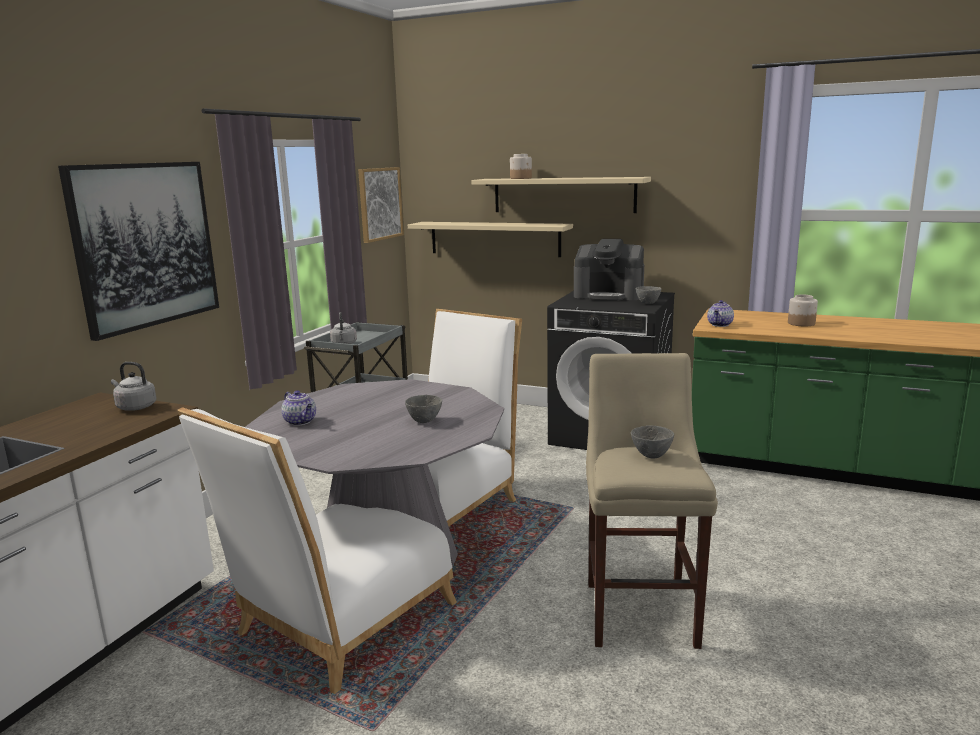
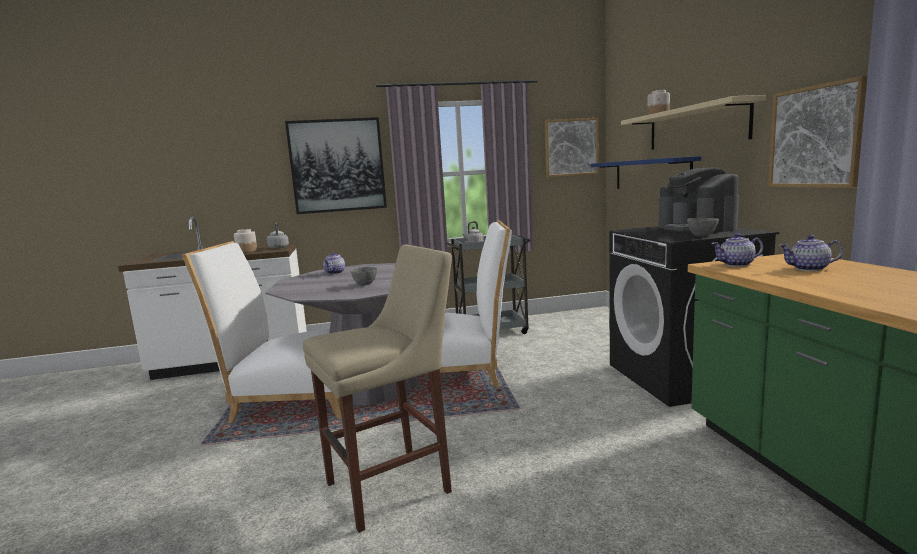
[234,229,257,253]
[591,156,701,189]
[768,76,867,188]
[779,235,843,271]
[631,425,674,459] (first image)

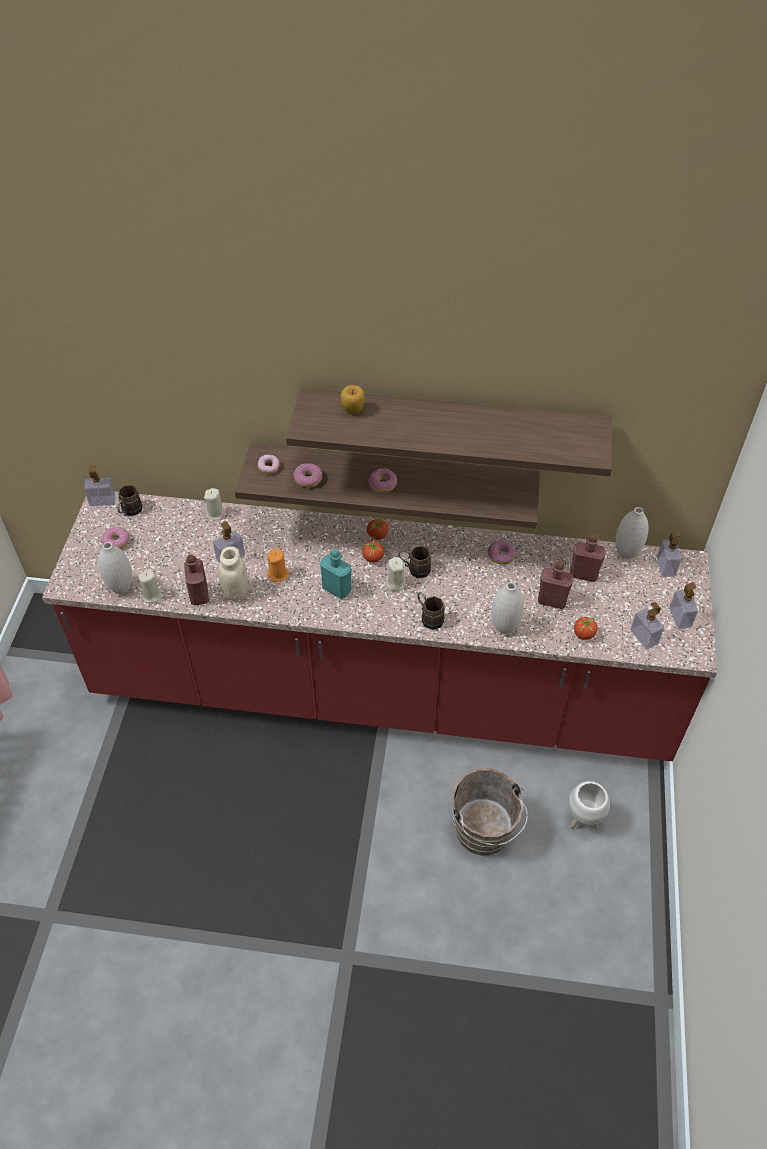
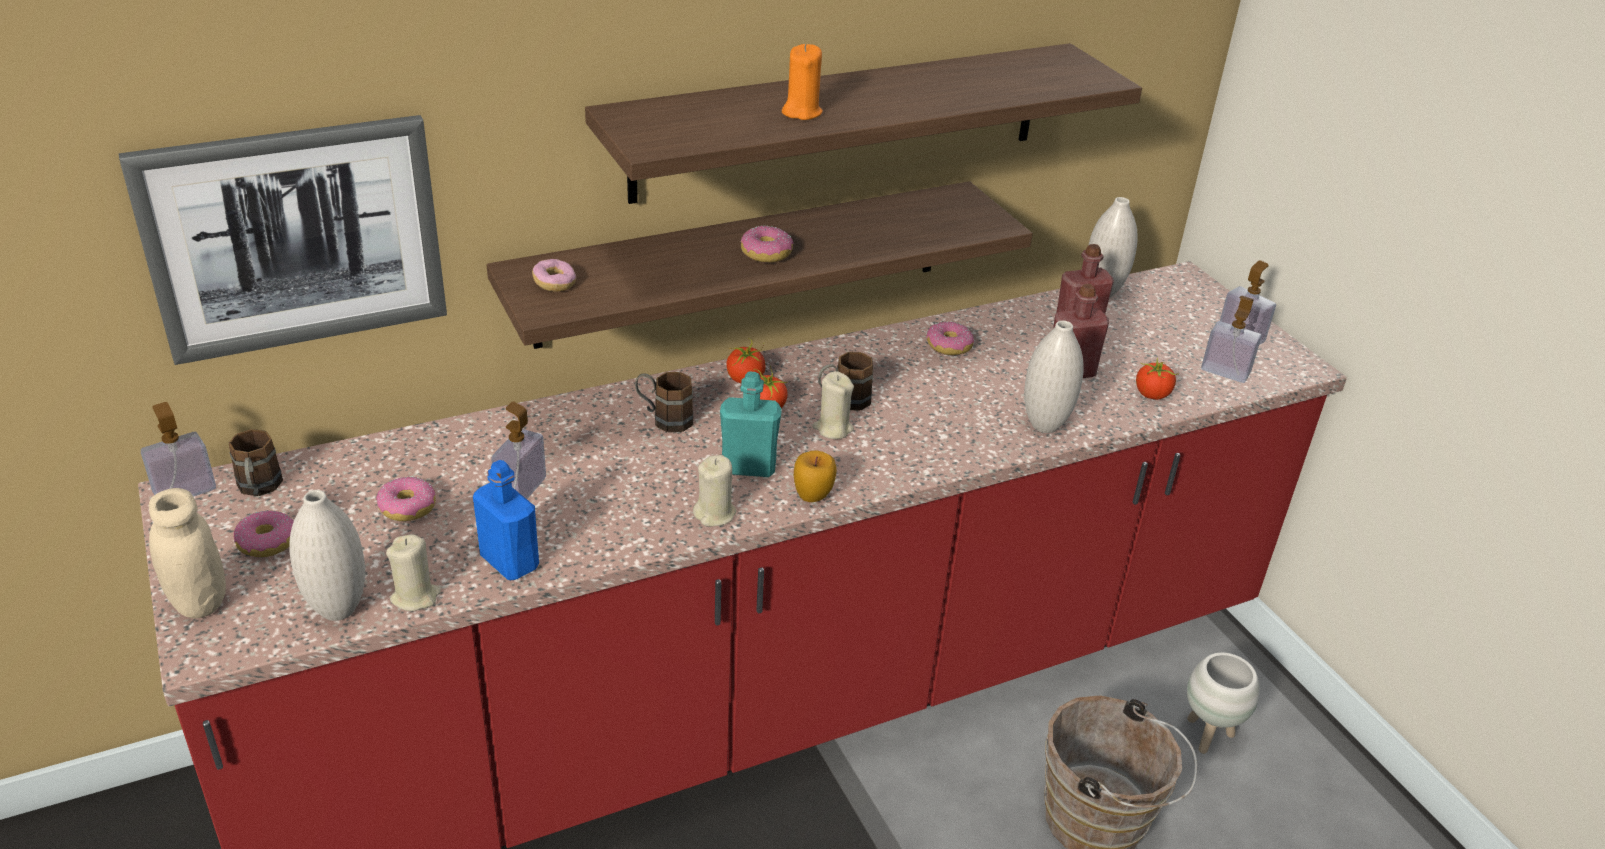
[119,115,447,365]
[149,488,226,618]
[376,477,436,521]
[473,460,539,580]
[635,372,694,432]
[693,455,737,526]
[782,44,823,120]
[794,450,837,502]
[657,531,681,577] (first image)

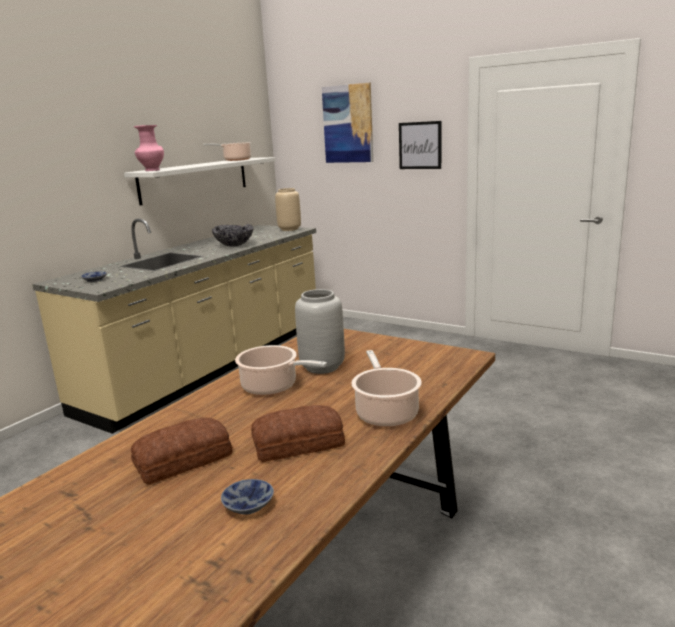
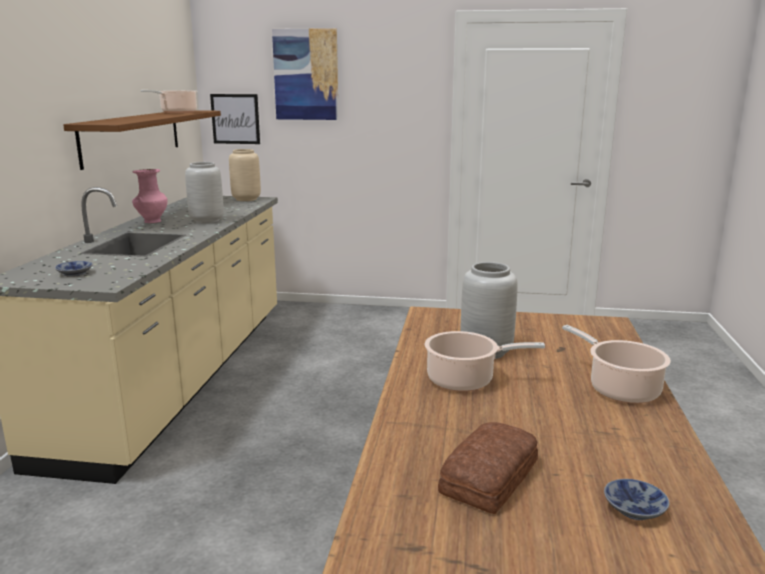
[63,110,221,170]
[132,169,168,223]
[185,162,224,223]
[210,94,260,144]
[251,405,345,462] (first image)

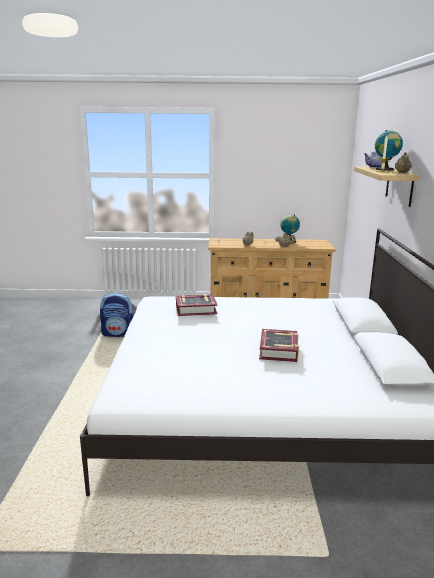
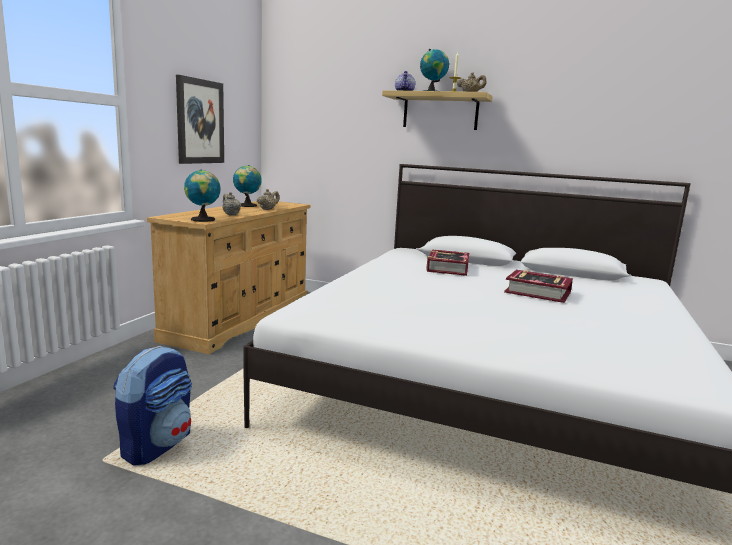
[176,75,224,164]
[184,170,220,222]
[426,250,469,276]

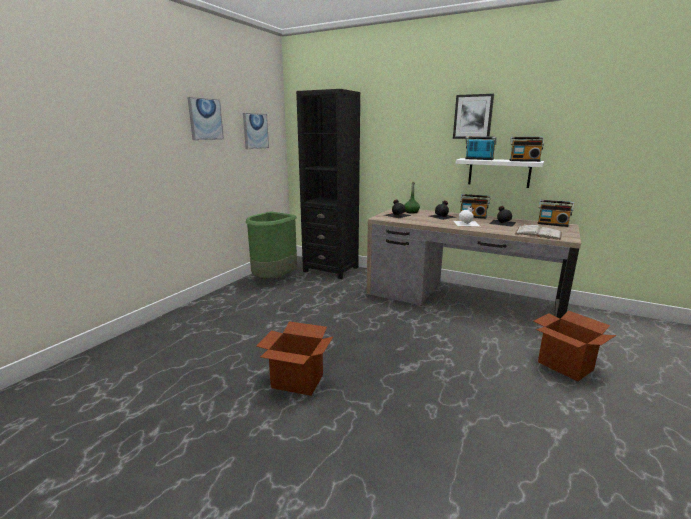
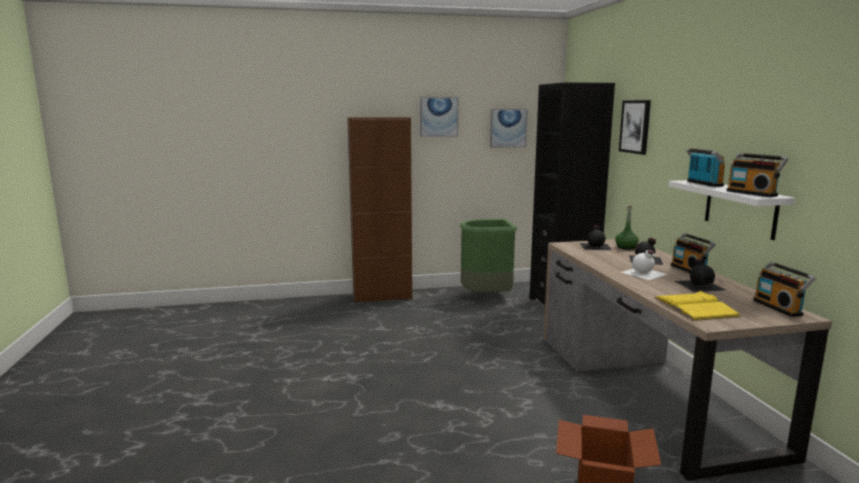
[347,117,412,303]
[619,100,651,155]
[654,290,741,321]
[256,321,333,396] (first image)

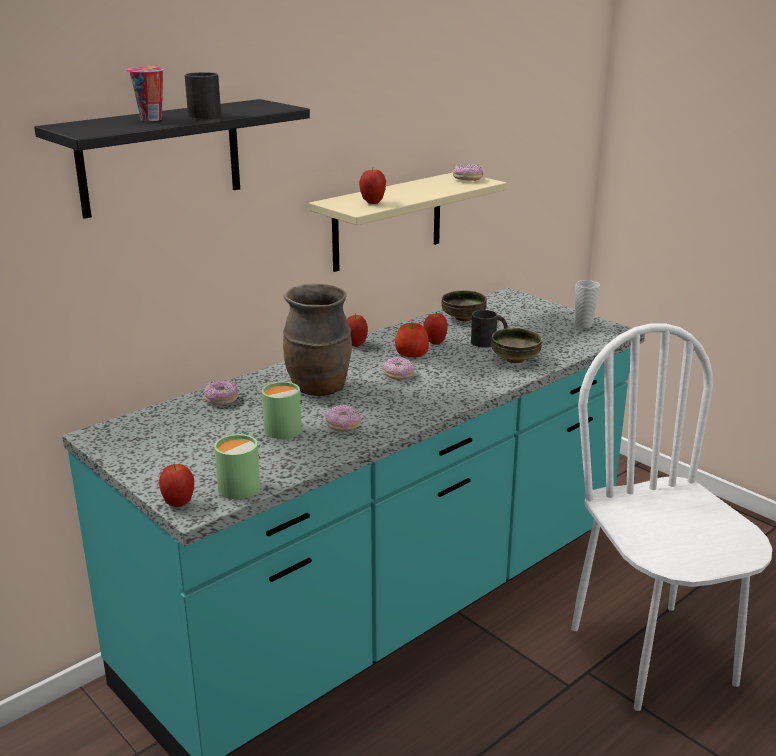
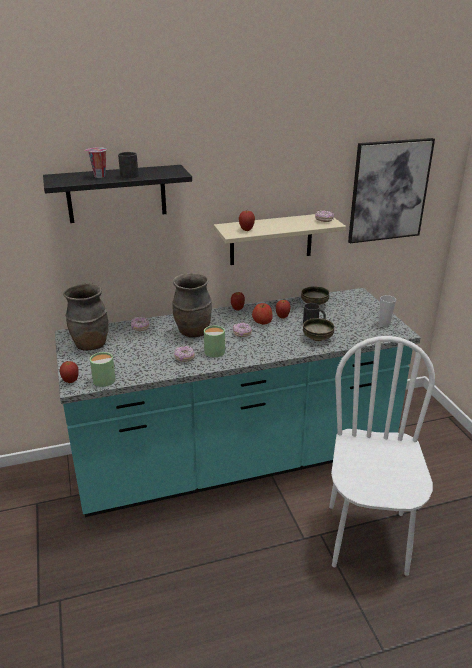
[63,283,108,351]
[204,325,226,357]
[348,138,435,243]

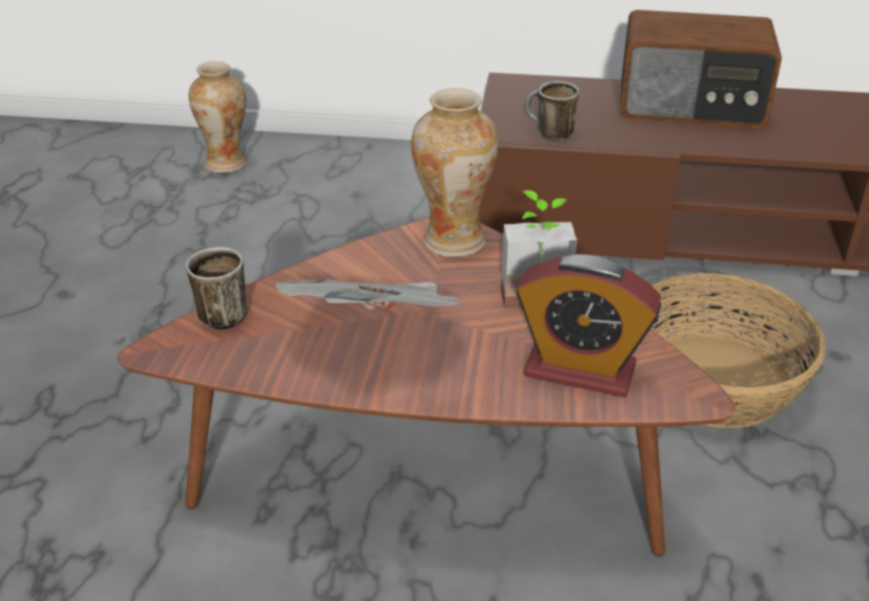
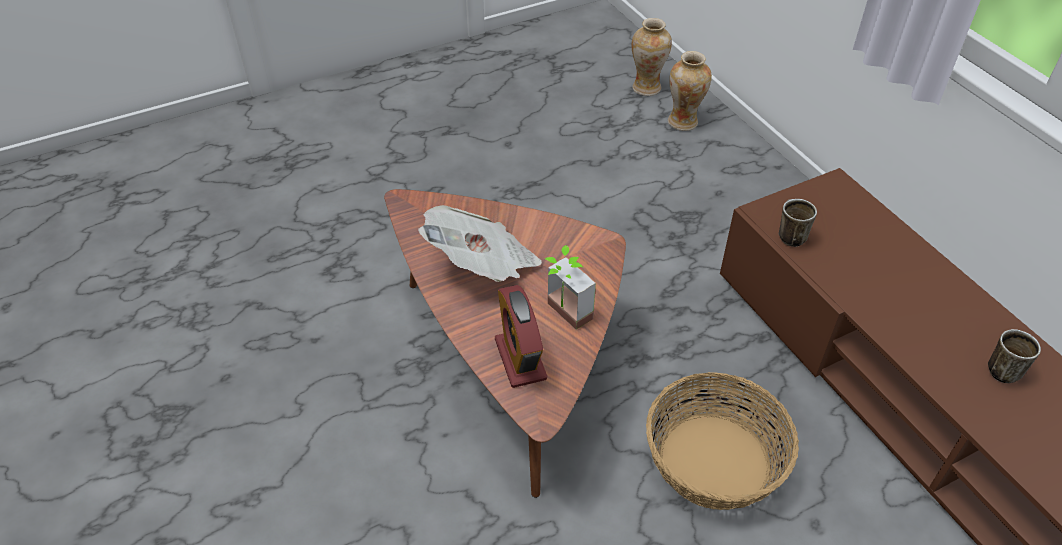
[631,18,672,96]
[988,329,1041,383]
[620,10,782,128] (first image)

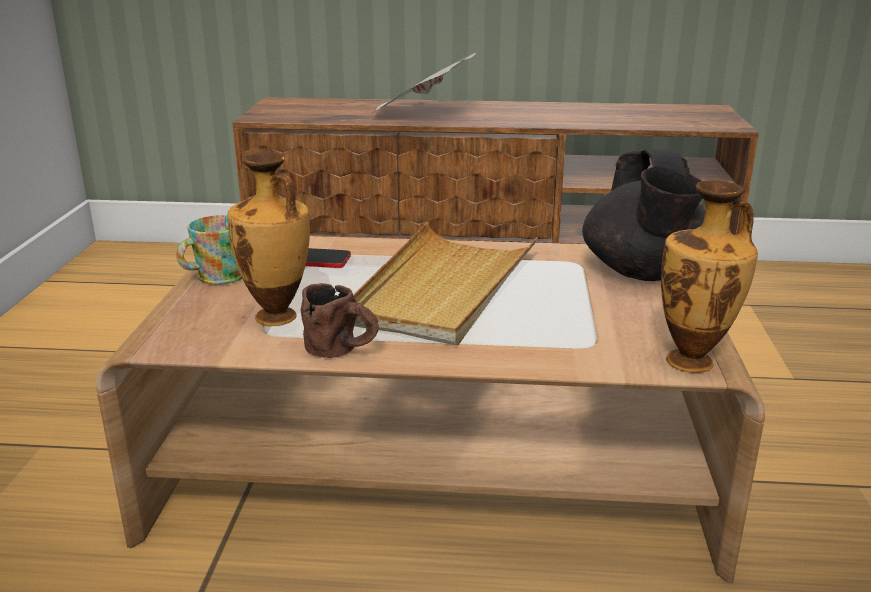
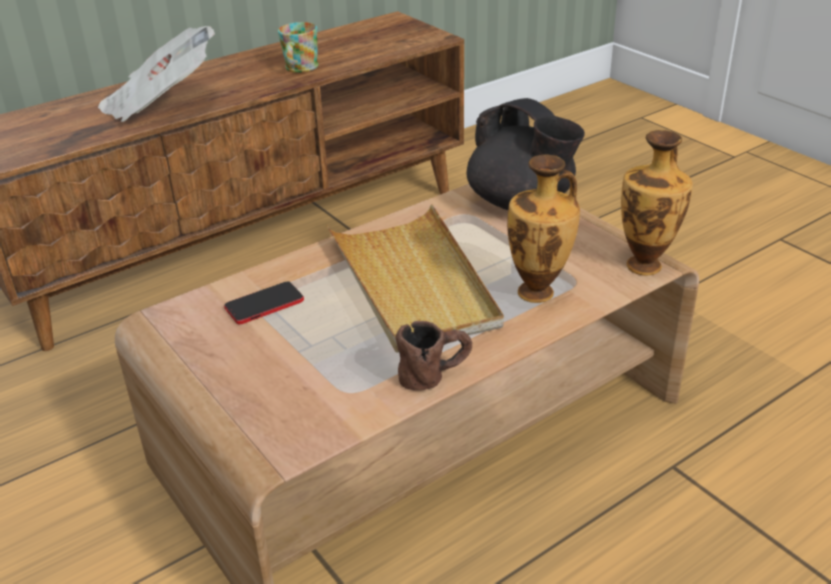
[278,22,319,73]
[507,154,580,303]

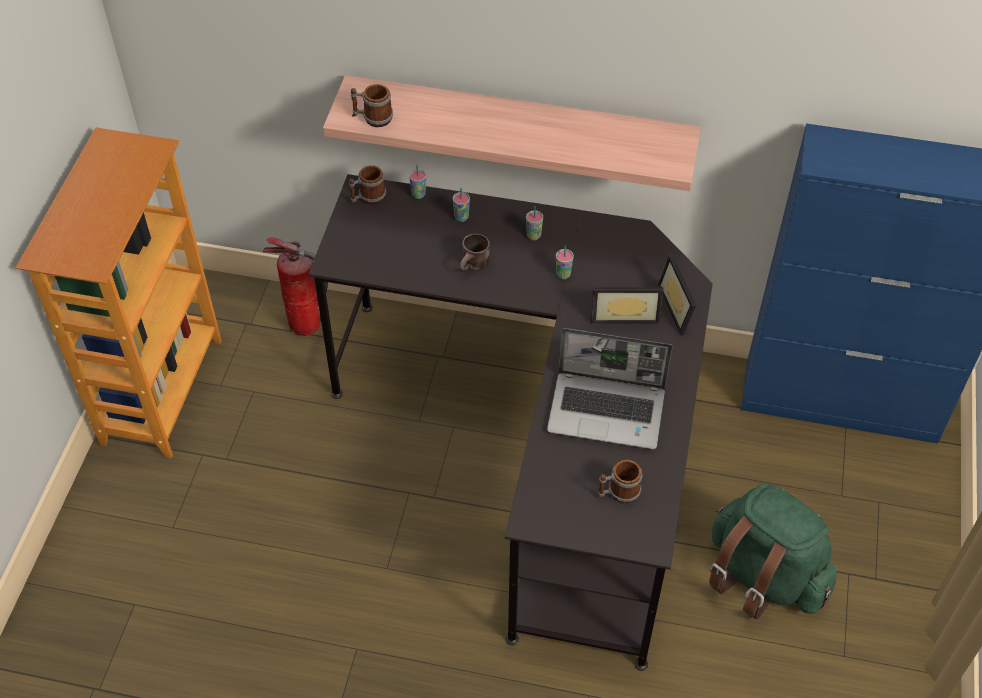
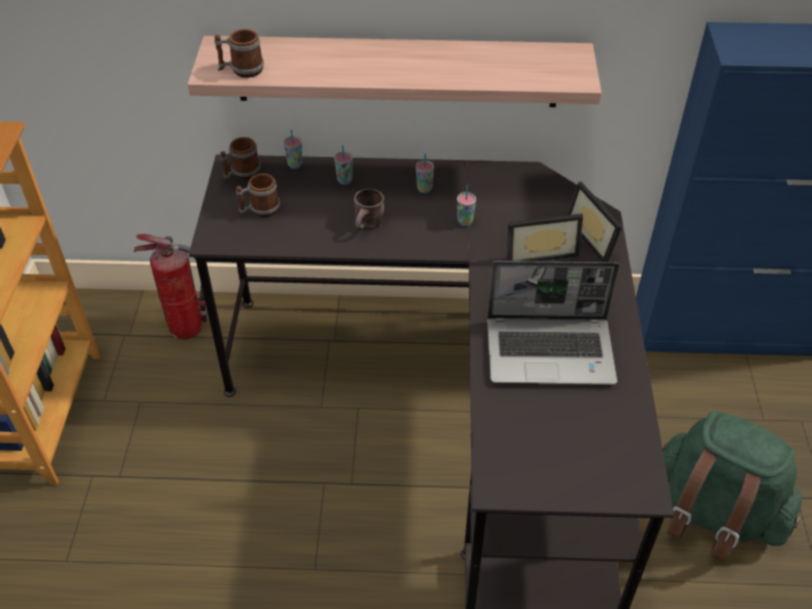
[236,173,280,217]

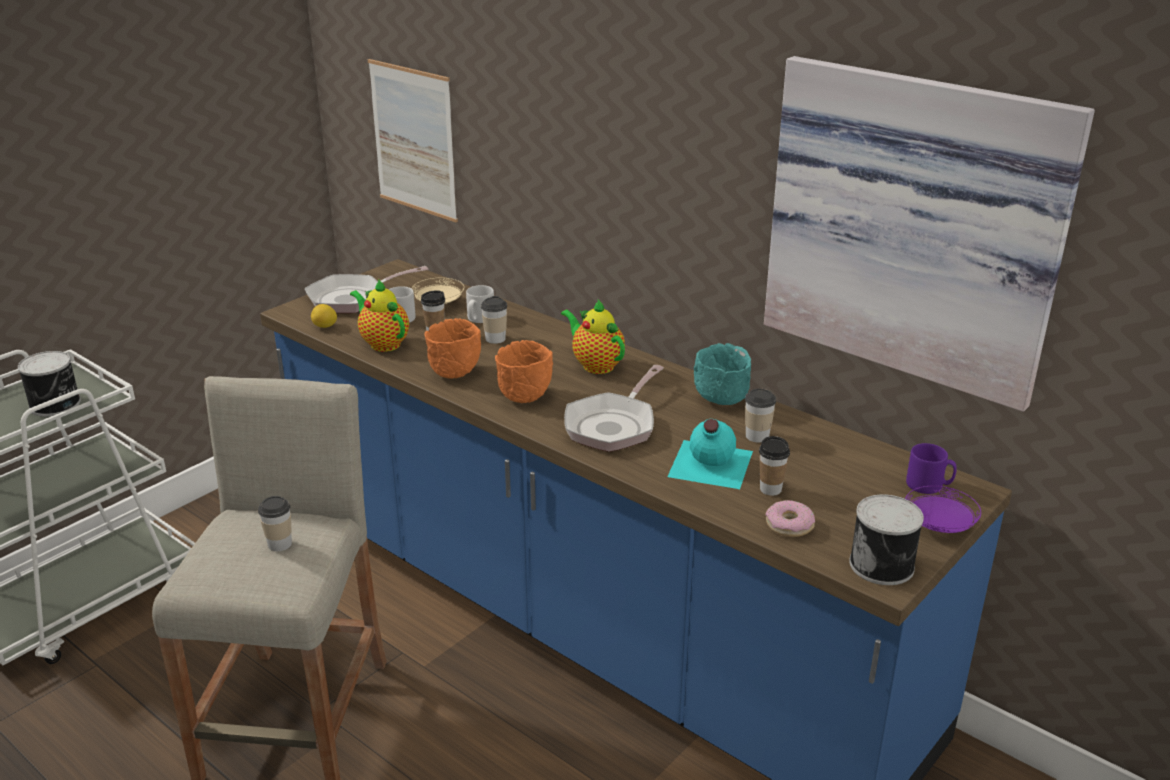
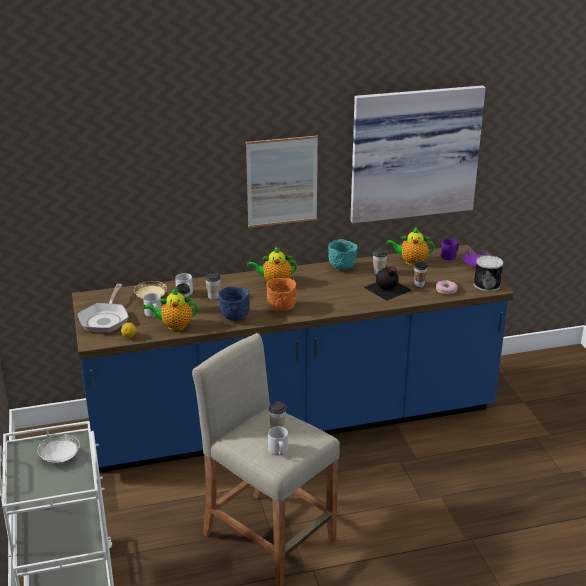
[38,434,80,463]
[219,287,250,321]
[246,135,318,228]
[268,427,288,456]
[364,266,412,301]
[386,227,434,266]
[564,365,664,452] (first image)

